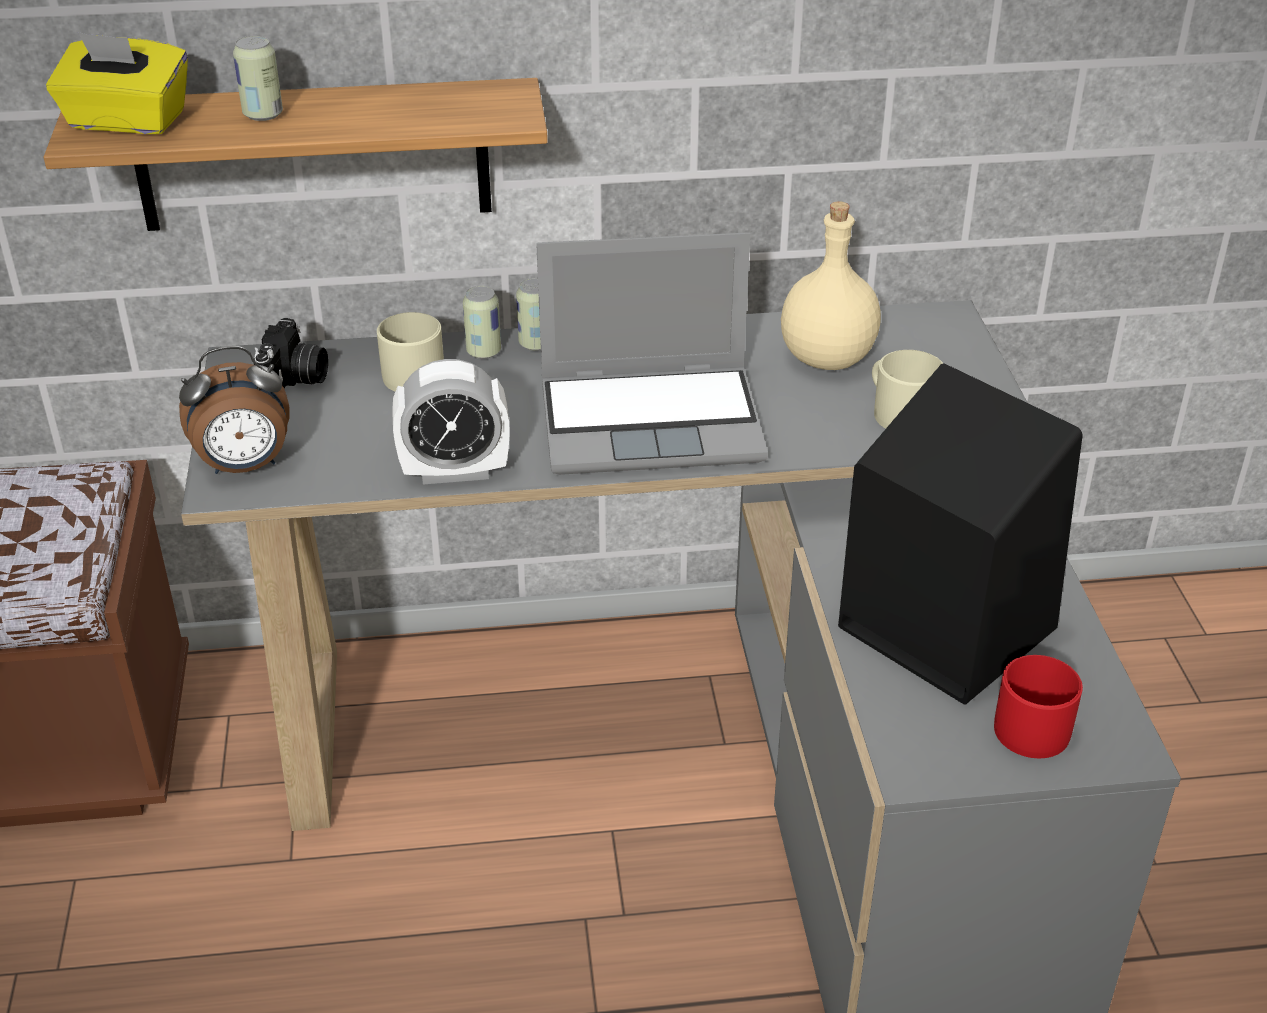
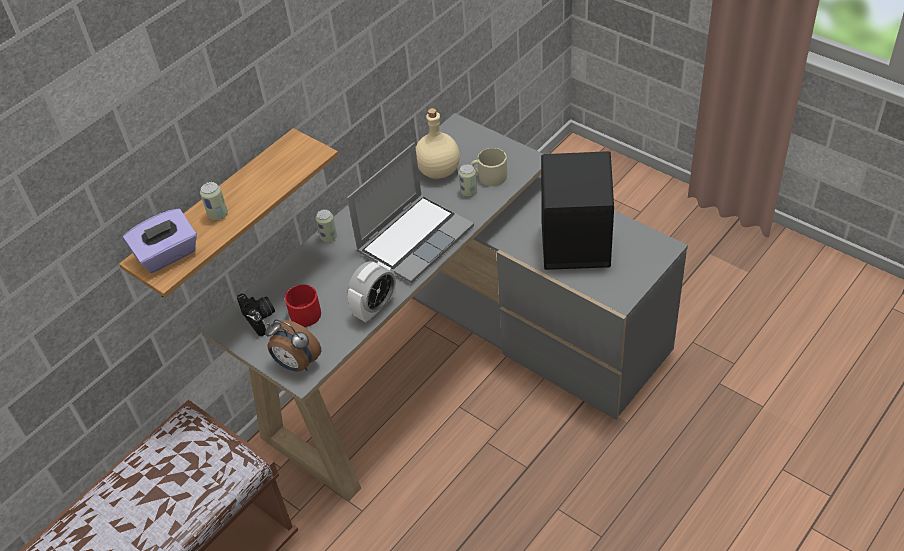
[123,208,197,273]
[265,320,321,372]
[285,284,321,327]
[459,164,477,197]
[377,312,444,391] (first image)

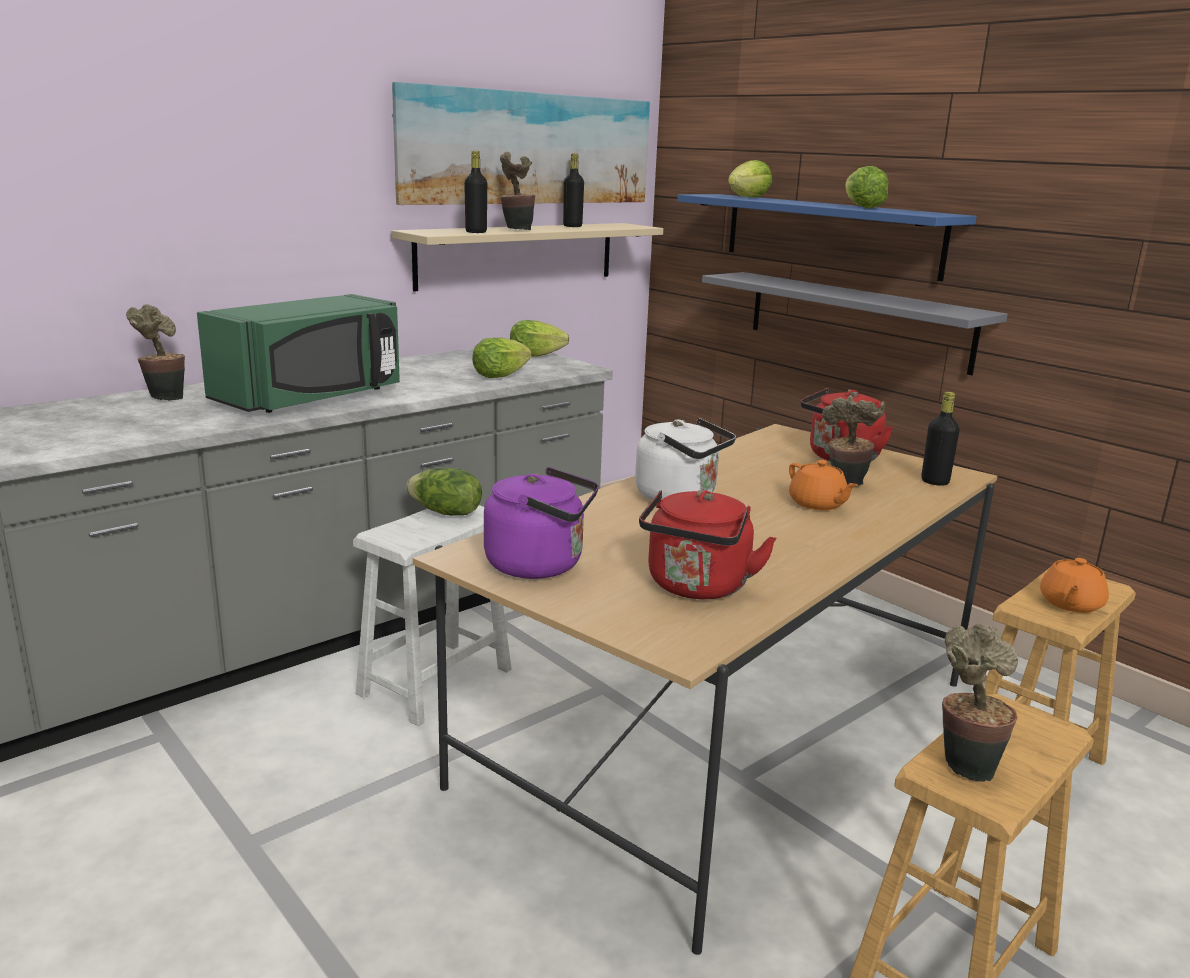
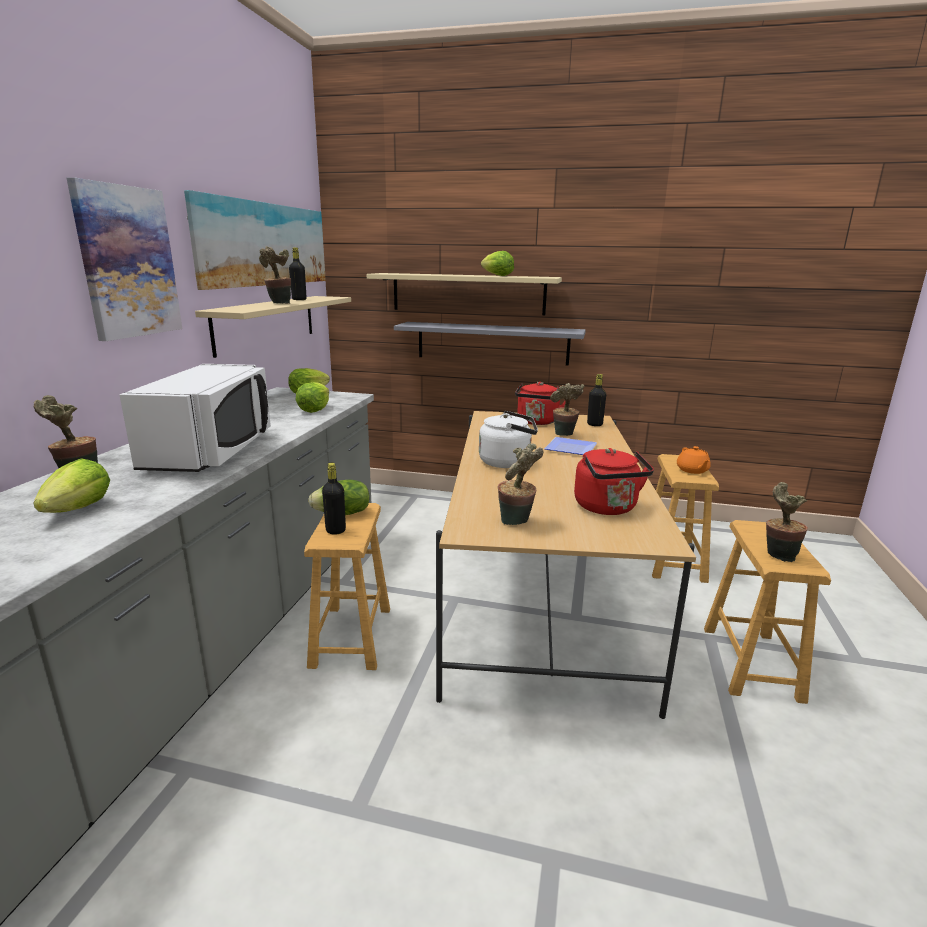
[34,458,110,513]
[67,178,182,341]
[120,364,271,472]
[304,503,390,670]
[322,463,346,535]
[366,273,562,315]
[498,444,543,525]
[544,437,597,455]

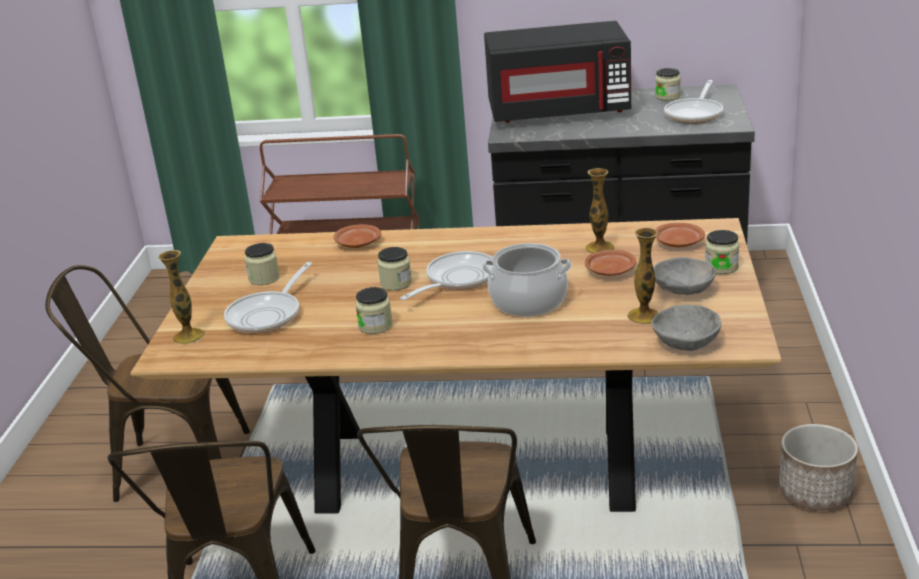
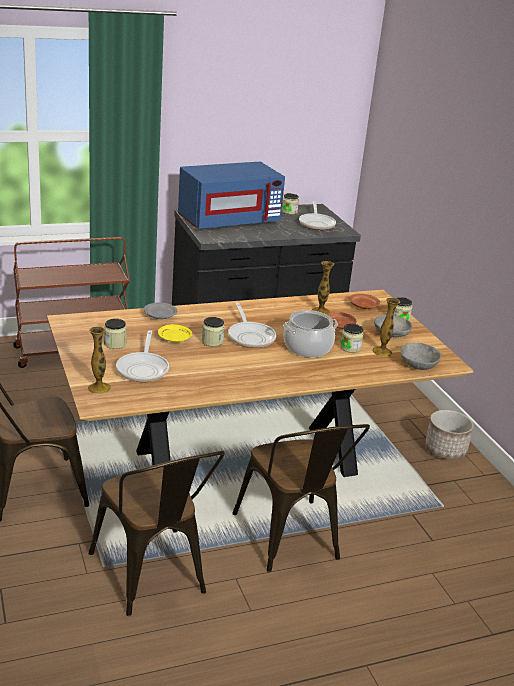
[144,303,178,319]
[158,324,192,342]
[178,162,285,229]
[228,303,276,348]
[340,324,364,353]

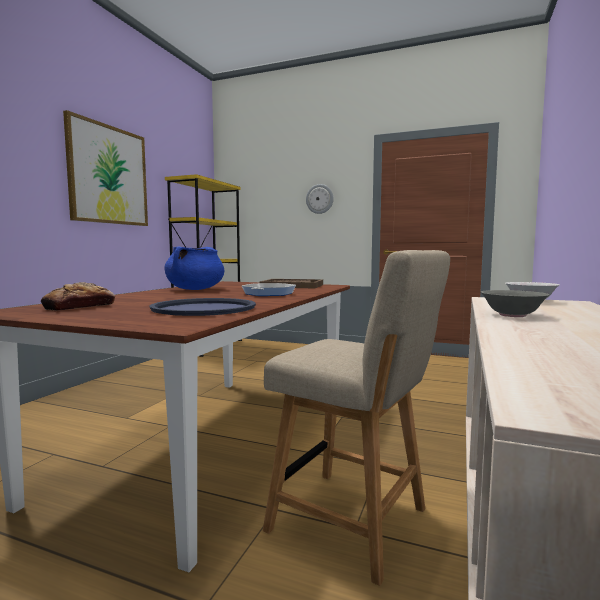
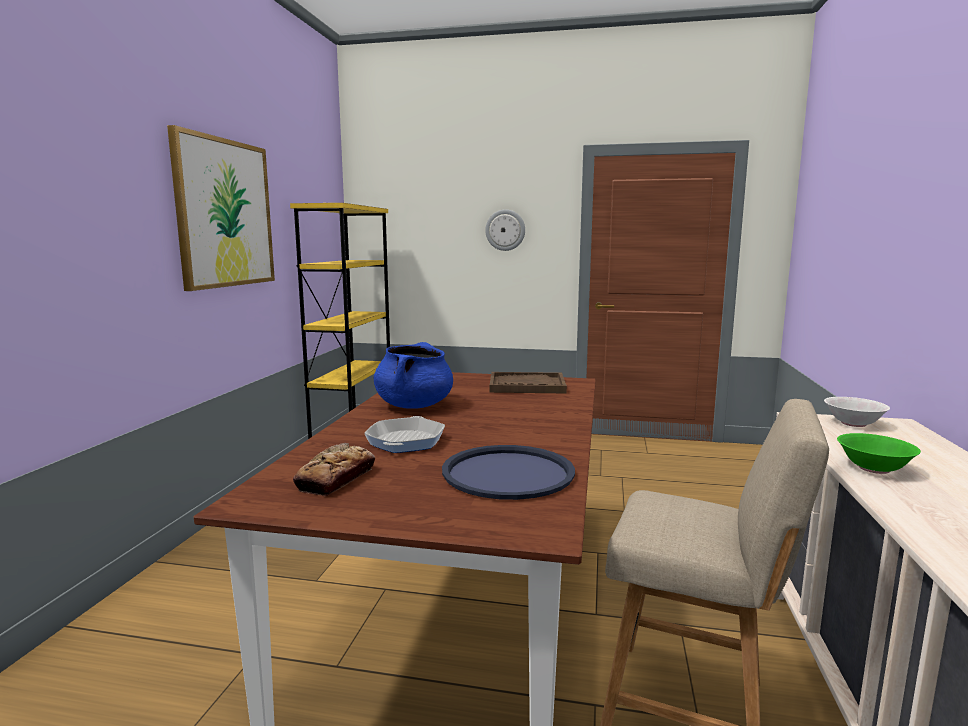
[364,416,445,453]
[837,433,921,474]

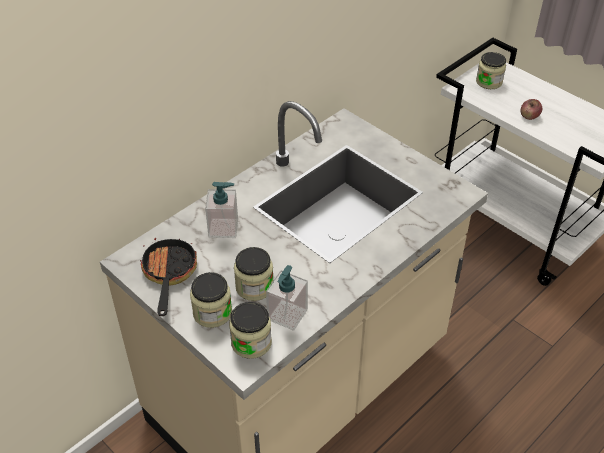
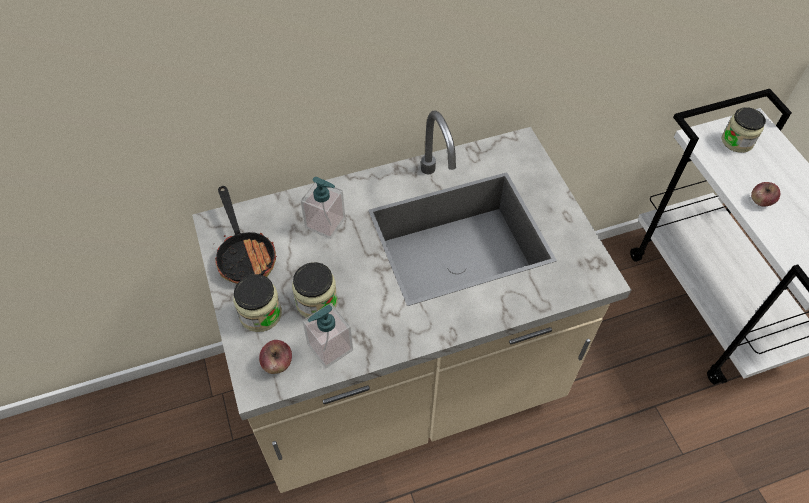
[215,186,277,284]
[259,340,292,374]

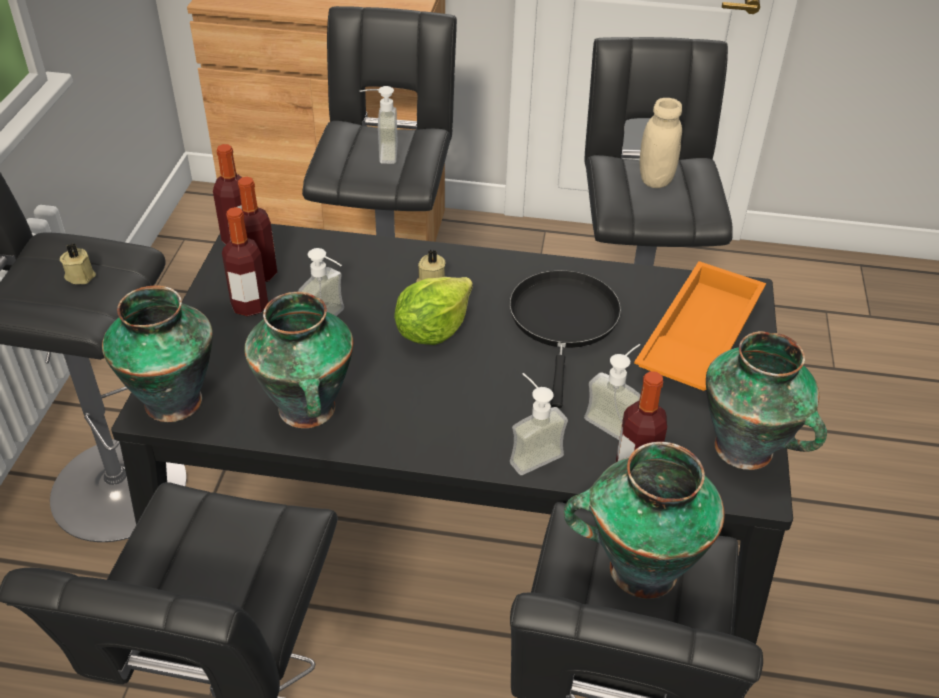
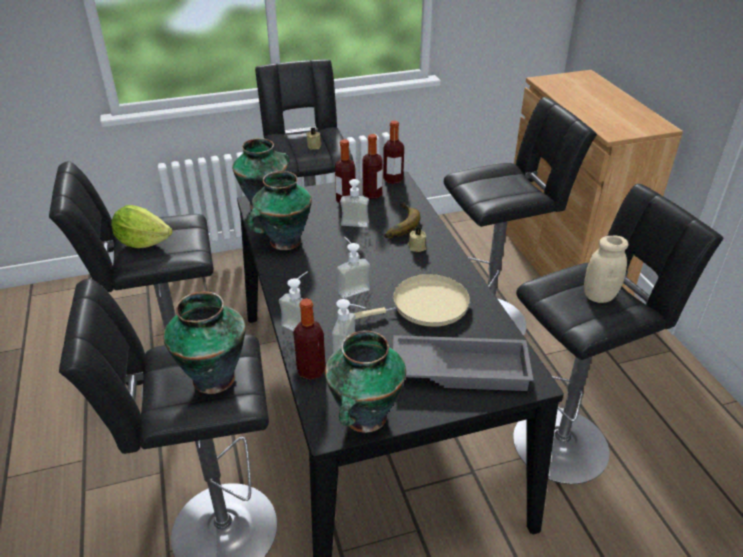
[111,205,173,248]
[337,237,370,298]
[354,274,470,327]
[384,202,421,238]
[393,335,533,391]

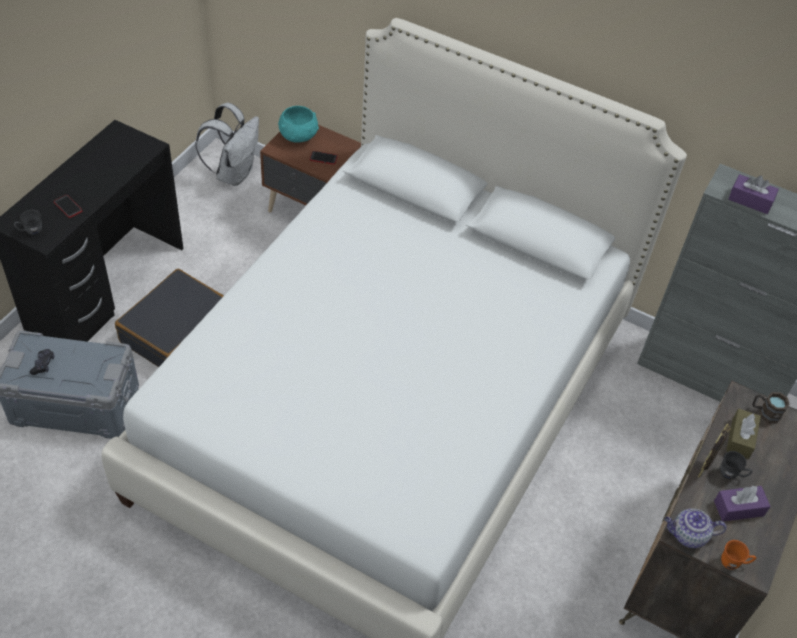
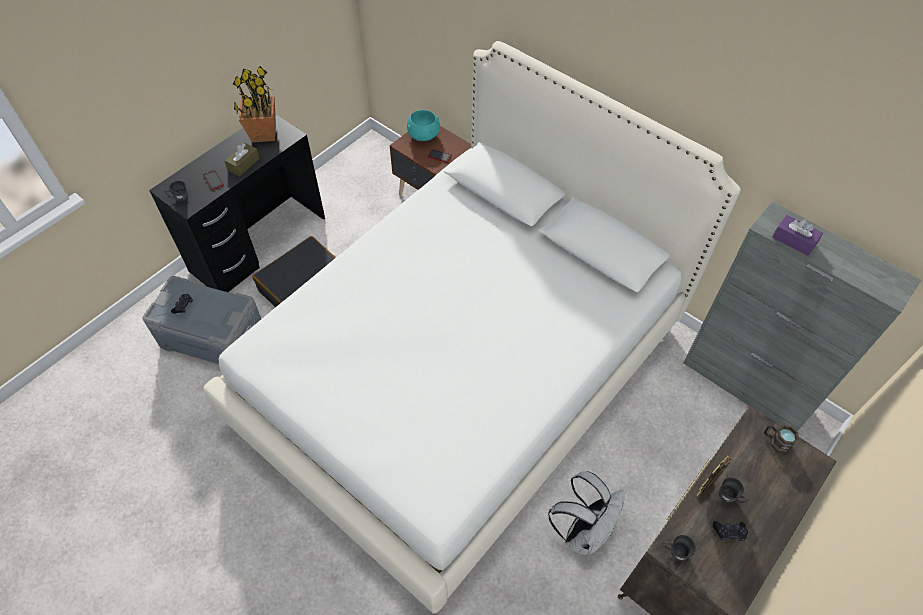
[225,143,259,176]
[233,66,276,143]
[548,471,626,555]
[663,535,696,561]
[713,521,748,541]
[721,540,756,570] (first image)

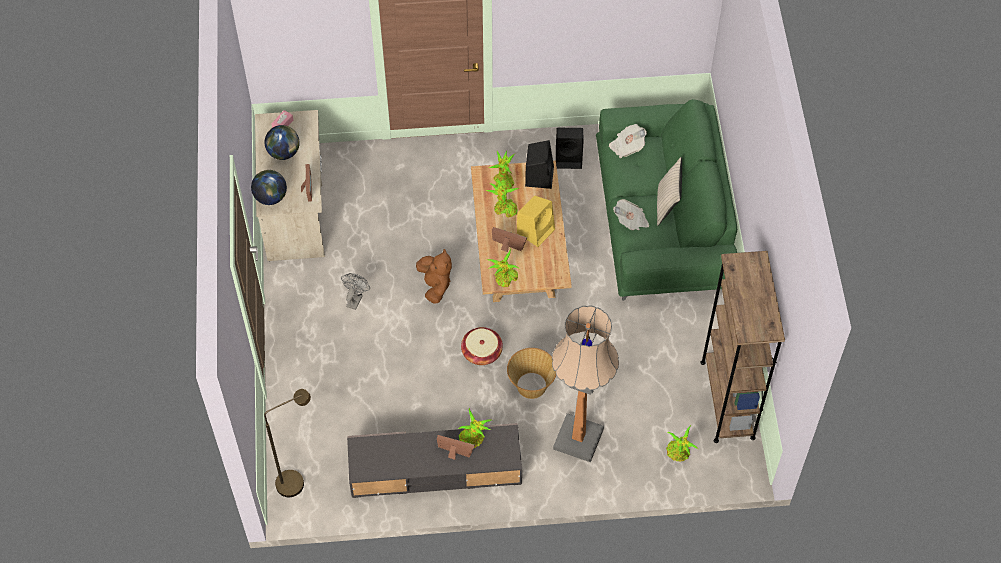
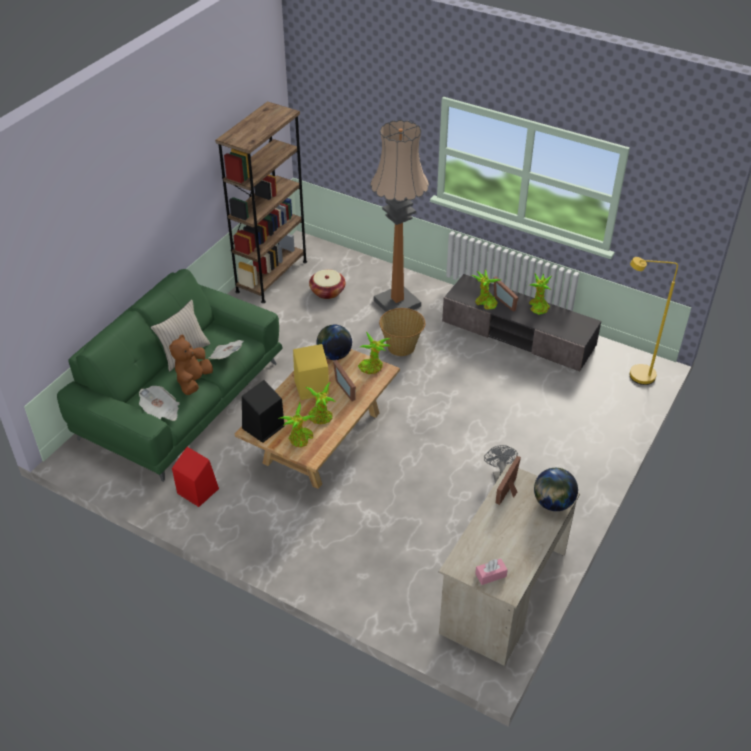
[169,335,213,395]
[172,447,219,507]
[309,269,346,299]
[317,325,352,360]
[484,445,518,483]
[529,273,552,315]
[629,257,678,385]

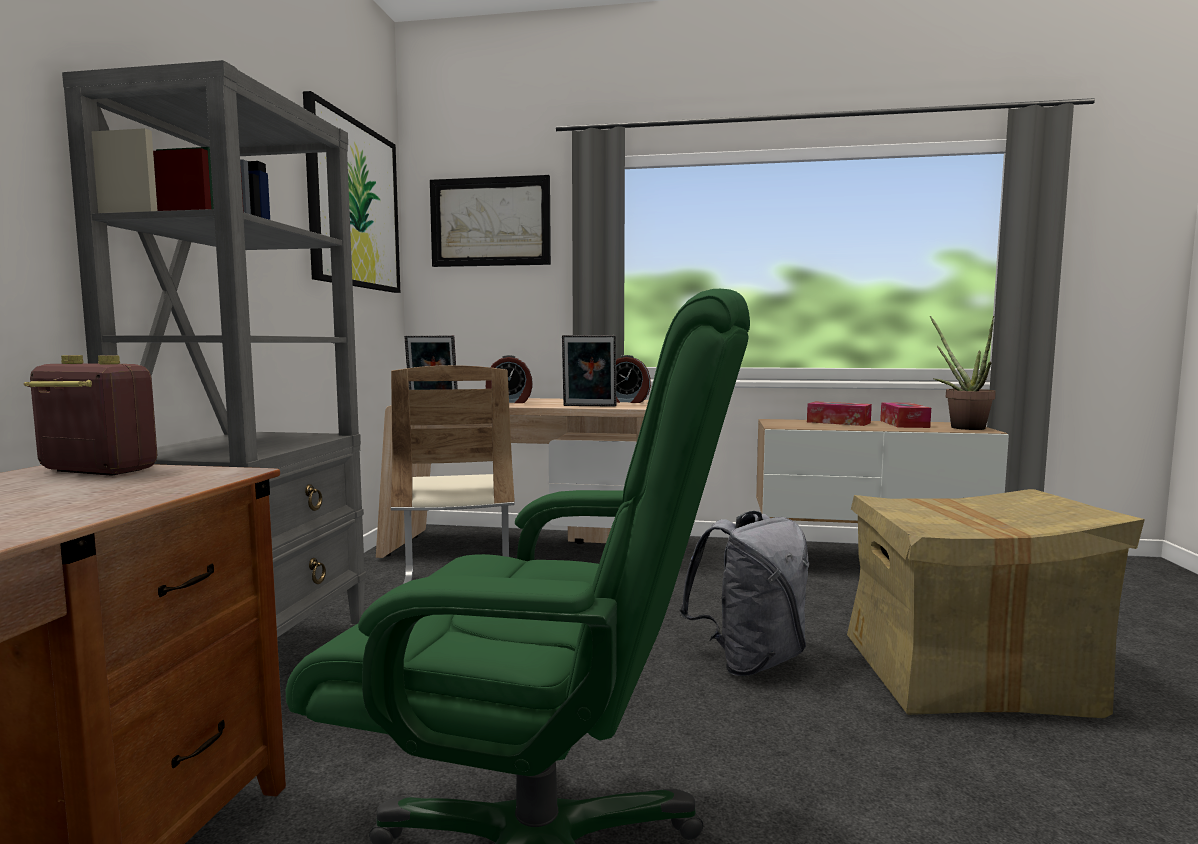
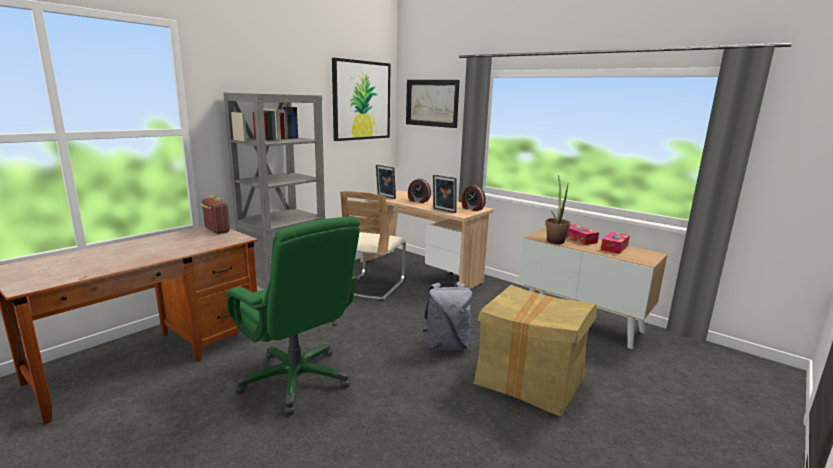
[545,175,571,244]

